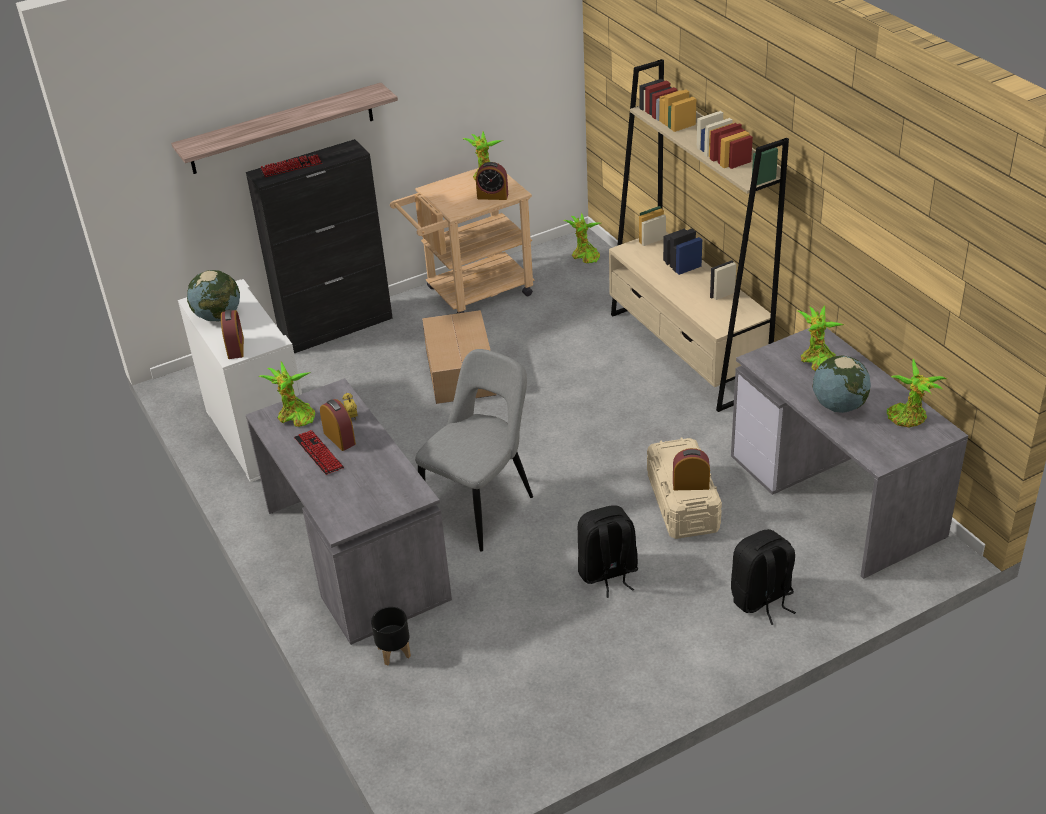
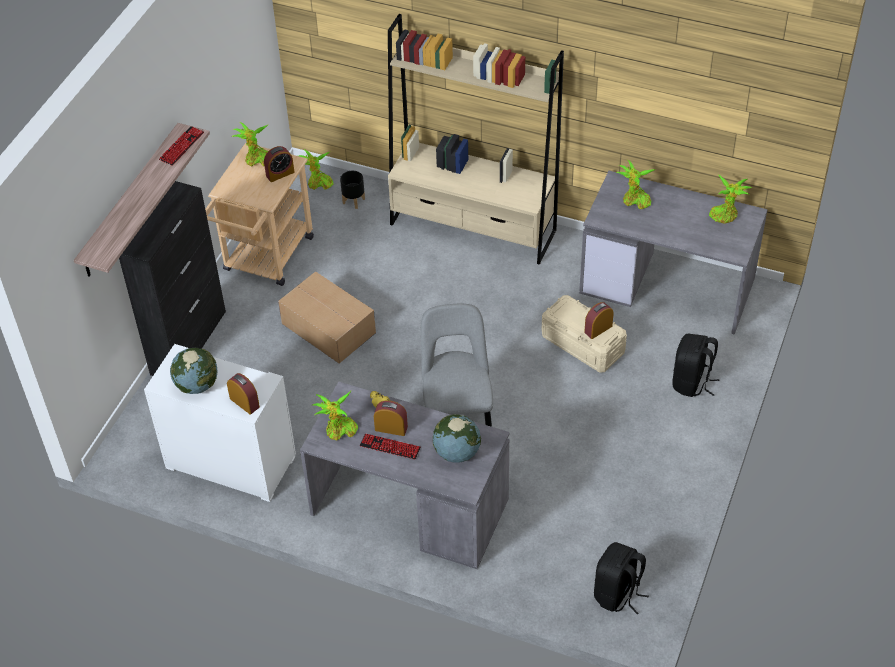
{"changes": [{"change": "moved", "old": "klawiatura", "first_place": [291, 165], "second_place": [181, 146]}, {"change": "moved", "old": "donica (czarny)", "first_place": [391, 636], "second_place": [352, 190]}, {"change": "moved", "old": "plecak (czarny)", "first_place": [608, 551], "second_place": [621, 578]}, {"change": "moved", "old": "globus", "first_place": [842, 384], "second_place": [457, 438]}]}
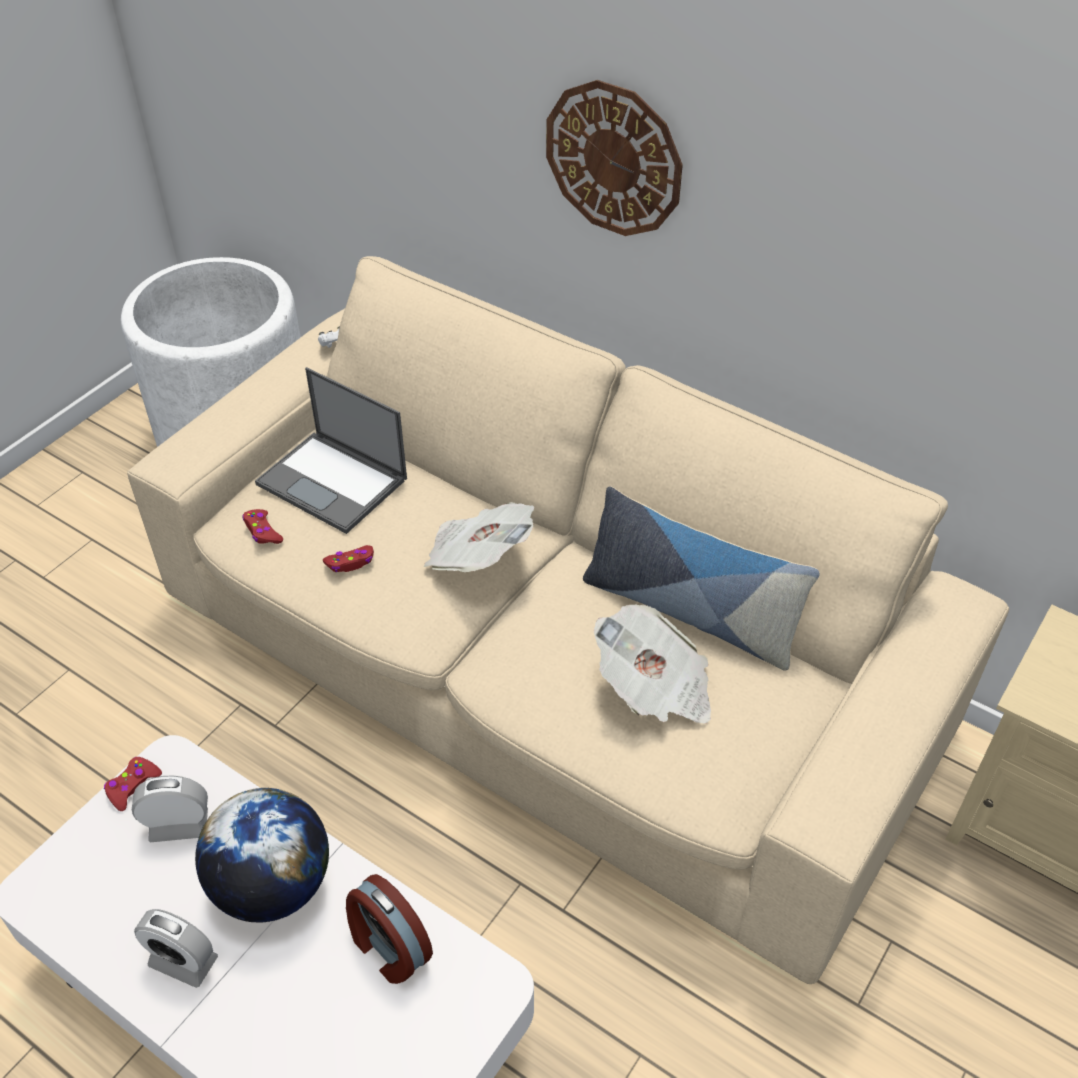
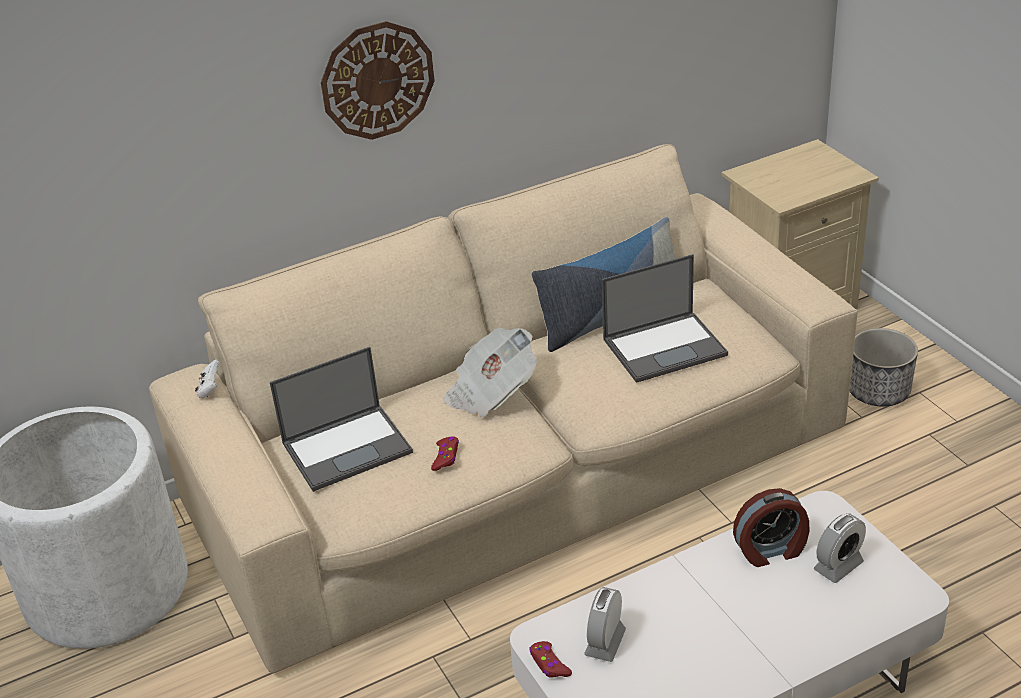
{"changes": [{"change": "removed", "old": "globus", "first_place": [262, 855]}, {"change": "removed", "old": "pad do gier (czerwony)", "first_place": [263, 526]}, {"change": "added", "new": "donica", "second_place": [883, 367]}, {"change": "moved", "old": "budzik", "first_place": [176, 948], "second_place": [840, 548]}, {"change": "replaced", "old": "gazeta", "new": "laptop", "first_place": [652, 664], "second_place": [665, 318]}]}
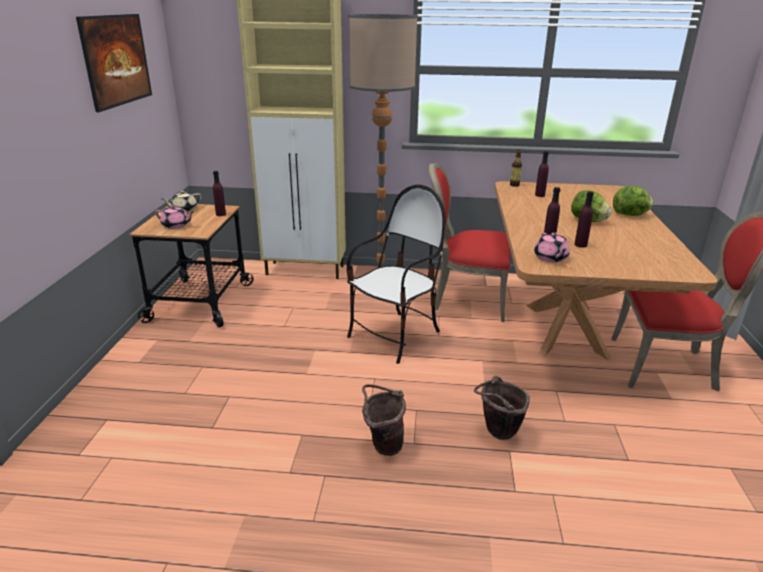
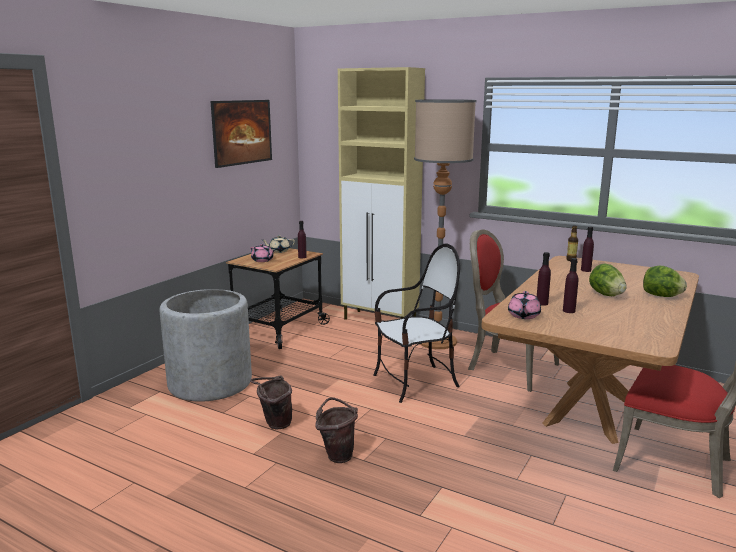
{"changes": [{"change": "added", "new": "donica (szary)", "second_place": [206, 345]}, {"change": "moved", "old": "wiadro (brązowy)", "first_place": [502, 408], "second_place": [271, 402]}]}
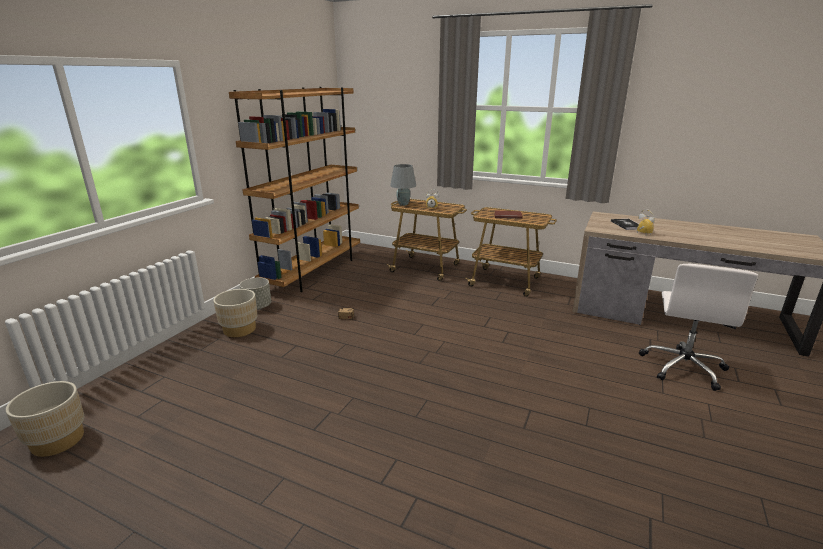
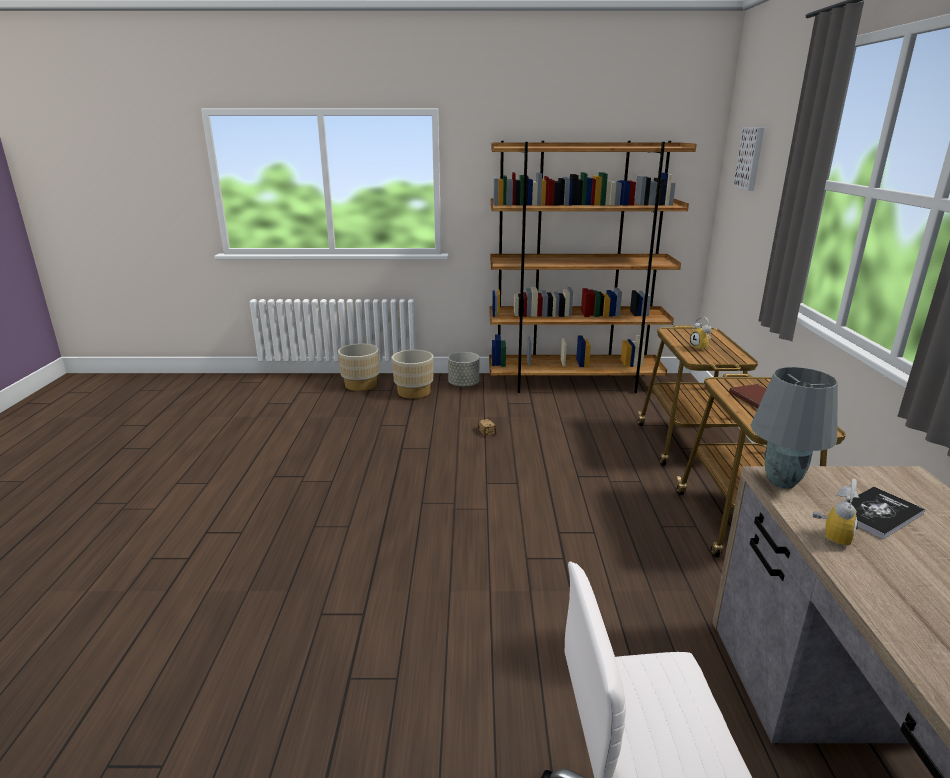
{"changes": [{"change": "added", "new": "obraz", "second_place": [749, 158]}, {"change": "moved", "old": "donica (beżowy)", "first_place": [45, 419], "second_place": [358, 367]}, {"change": "moved", "old": "lampa stołowa (szary)", "first_place": [403, 185], "second_place": [794, 428]}]}
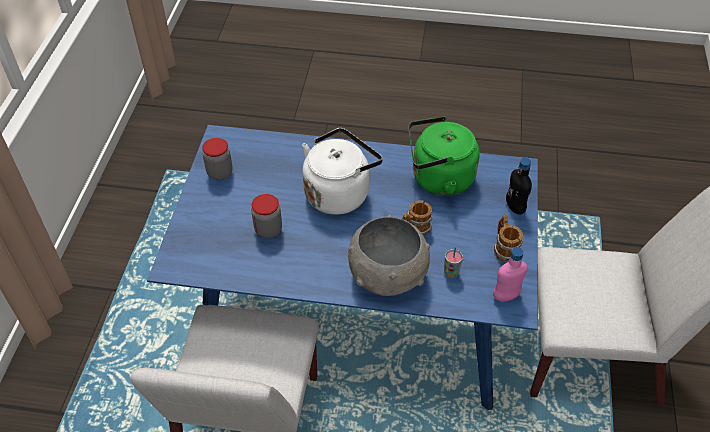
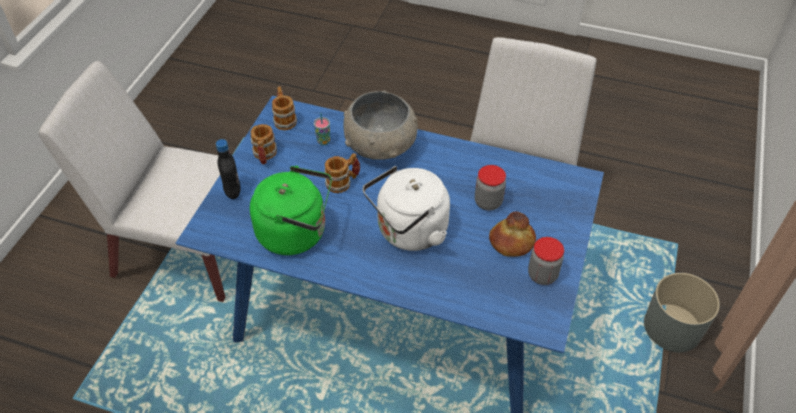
{"changes": [{"change": "added", "new": "chleb", "second_place": [512, 234]}, {"change": "added", "new": "donica (szary)", "second_place": [682, 312]}, {"change": "replaced", "old": "butelka (różowy)", "new": "kubek", "first_place": [510, 274], "second_place": [284, 108]}]}
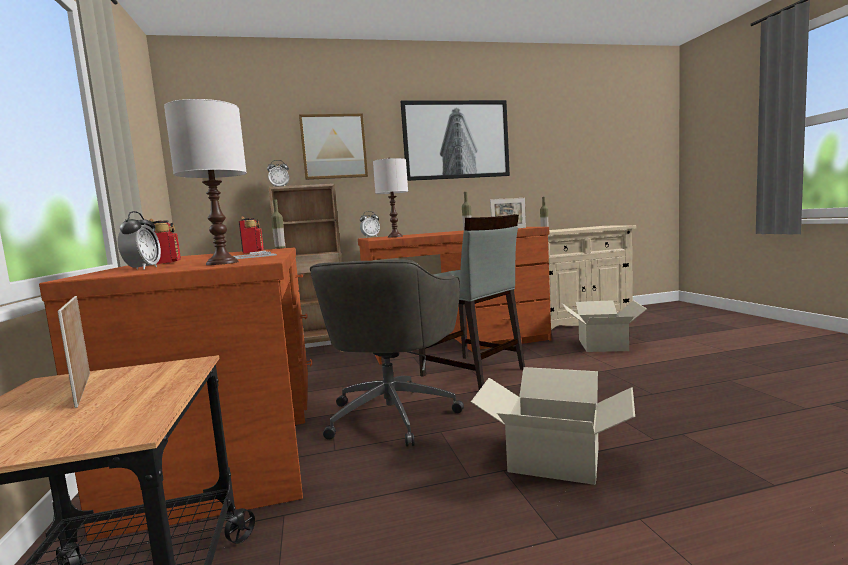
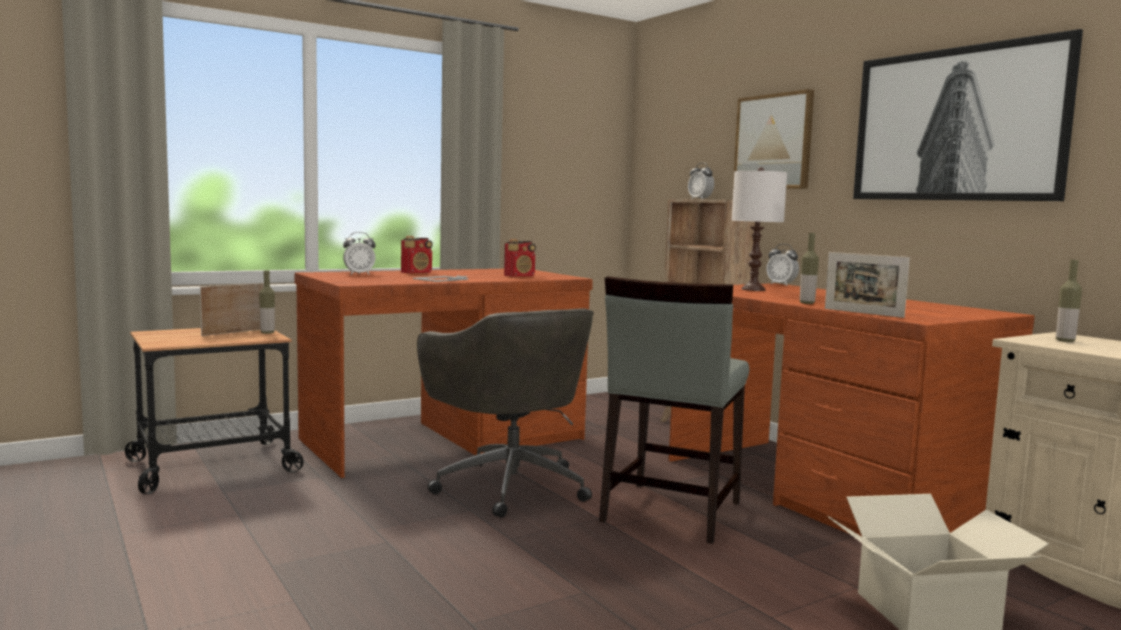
{"changes": [{"change": "removed", "old": "lampa stołowa (biały)", "first_place": [205, 182]}, {"change": "removed", "old": "karton", "first_place": [553, 426]}, {"change": "moved", "old": "butelka", "first_place": [278, 224], "second_place": [267, 302]}, {"change": "turned", "old": "krzesło biurowe (szary)", "first_place": [387, 353], "second_place": [505, 413], "degrees": -120}]}
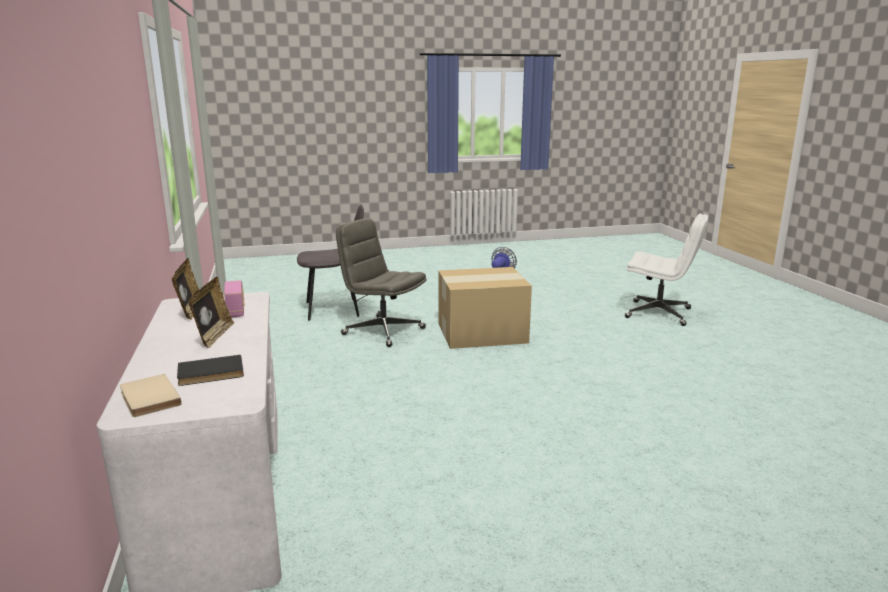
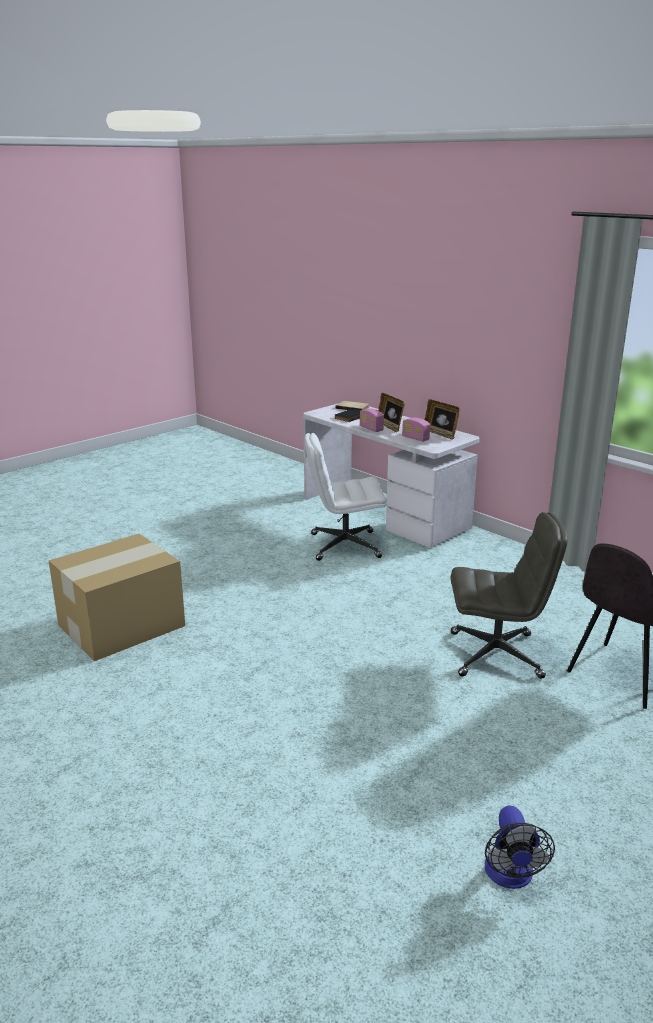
{"changes": [{"change": "added", "new": "radio", "second_place": [372, 420]}, {"change": "moved", "old": "karton", "first_place": [485, 308], "second_place": [117, 597]}, {"change": "moved", "old": "krzesło biurowe (biały)", "first_place": [666, 270], "second_place": [346, 497]}]}
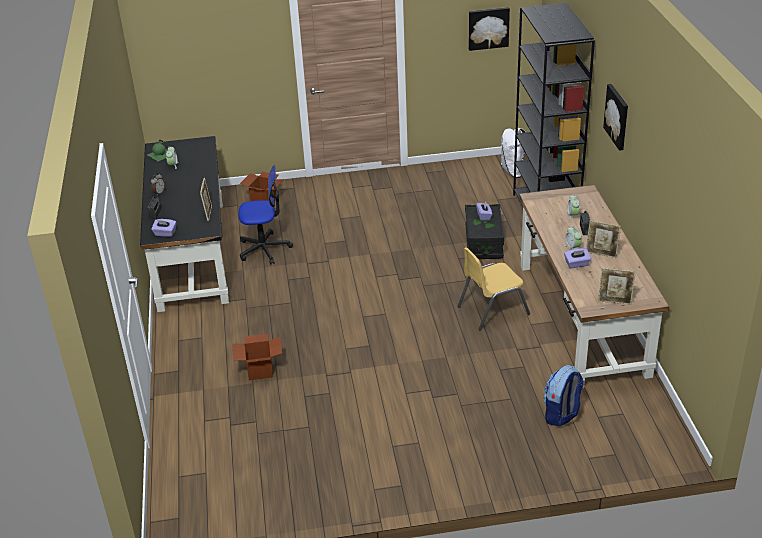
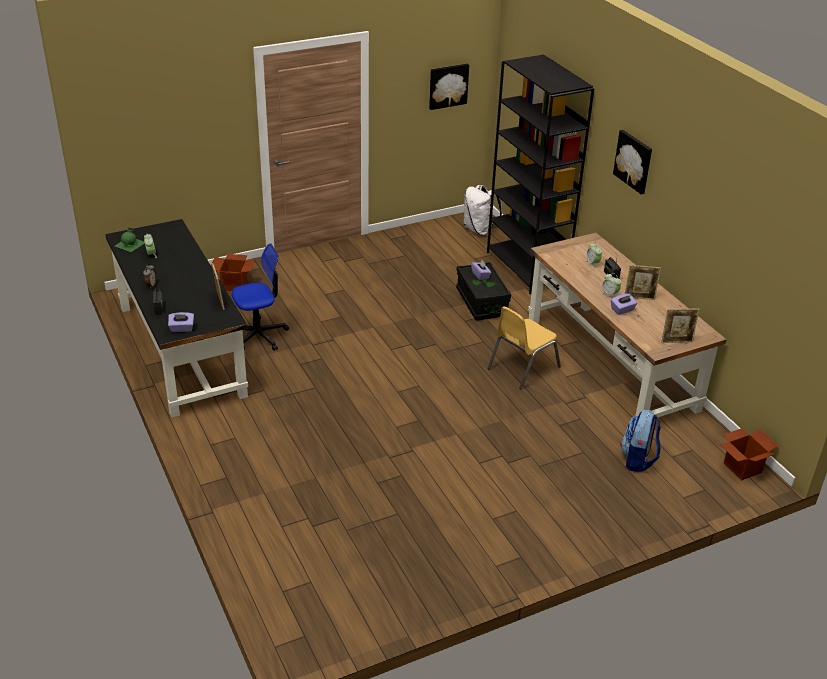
{"changes": [{"change": "moved", "old": "karton", "first_place": [257, 357], "second_place": [749, 454]}]}
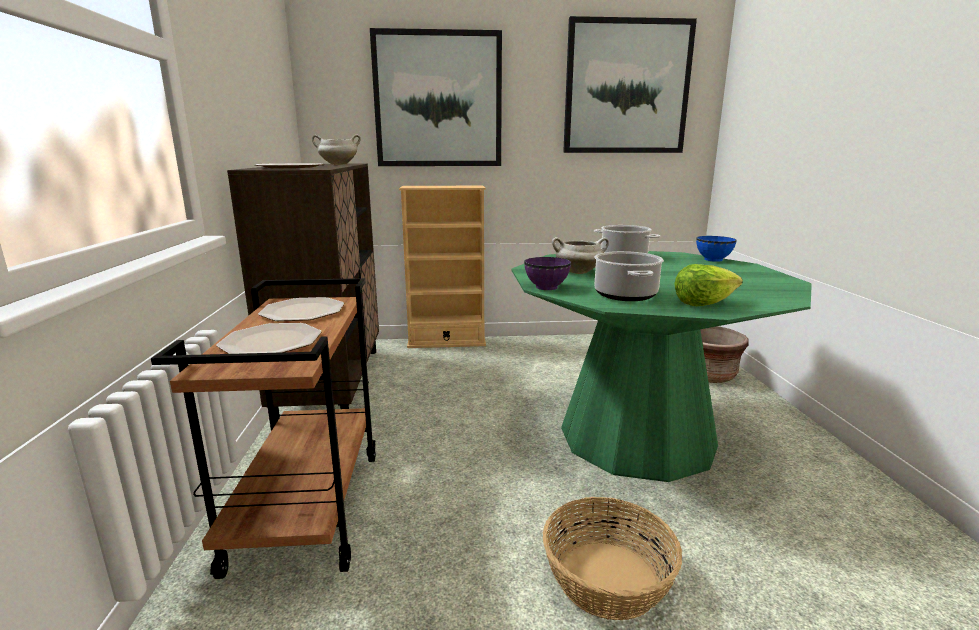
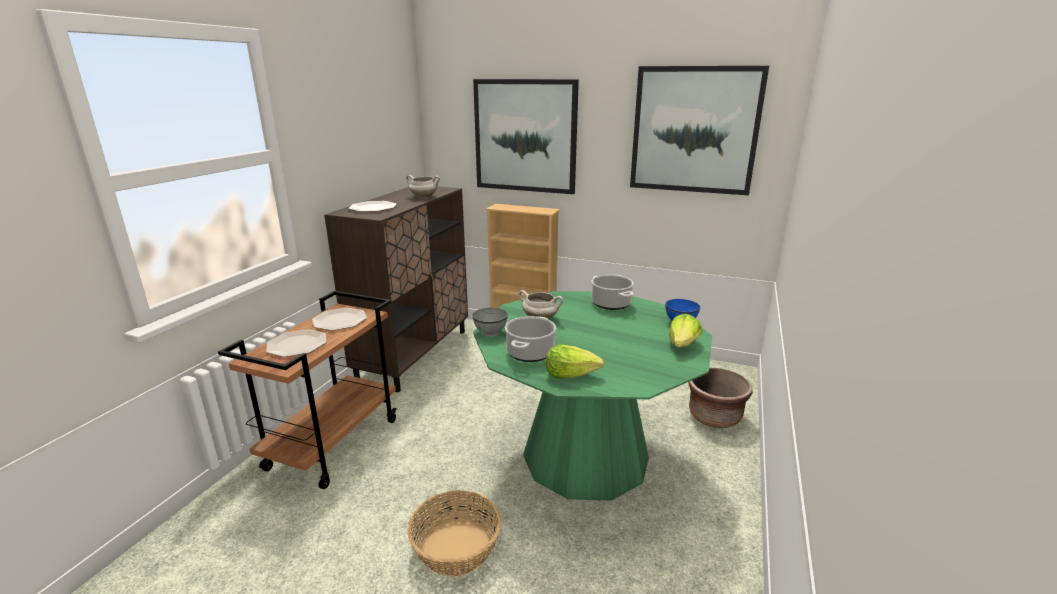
{"changes": [{"change": "added", "new": "sałata", "second_place": [685, 331]}, {"change": "recoloured", "old": "miska (fioletowy)", "new": "miska (szary)", "first_place": [547, 273], "second_place": [490, 322]}]}
